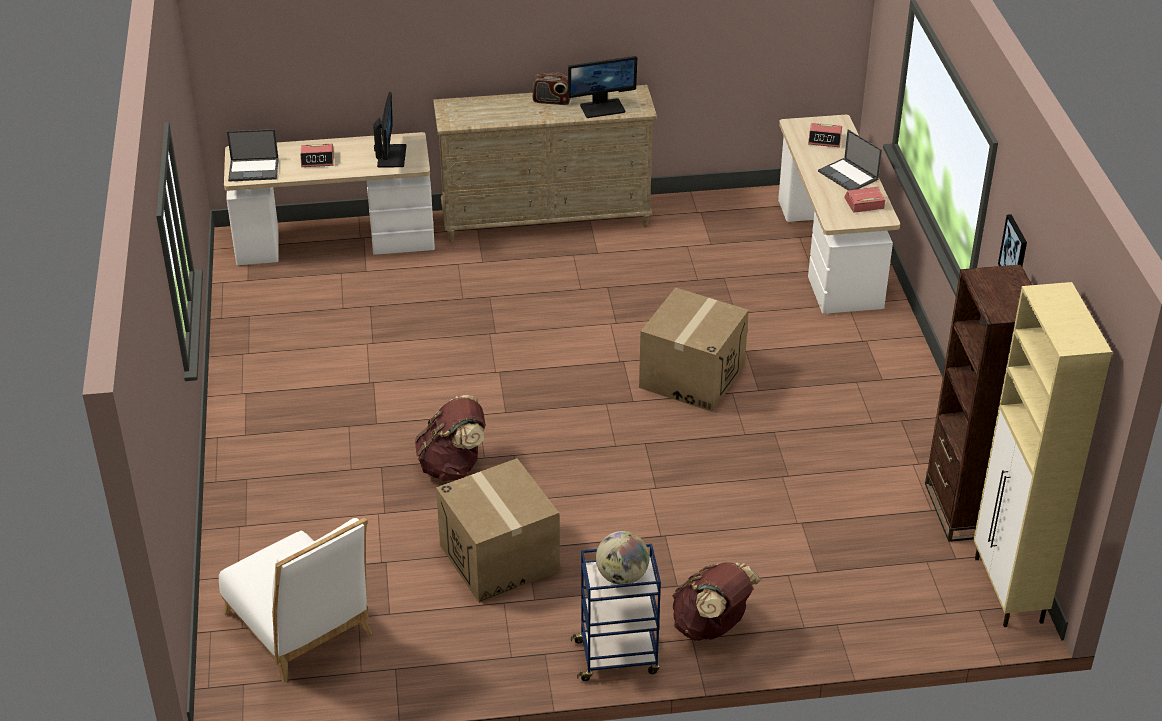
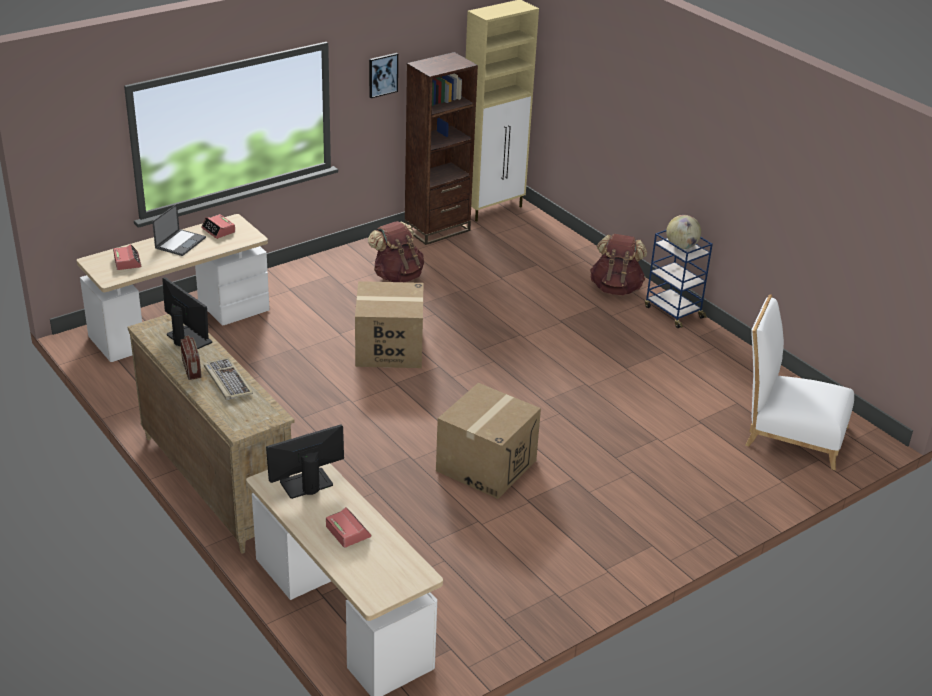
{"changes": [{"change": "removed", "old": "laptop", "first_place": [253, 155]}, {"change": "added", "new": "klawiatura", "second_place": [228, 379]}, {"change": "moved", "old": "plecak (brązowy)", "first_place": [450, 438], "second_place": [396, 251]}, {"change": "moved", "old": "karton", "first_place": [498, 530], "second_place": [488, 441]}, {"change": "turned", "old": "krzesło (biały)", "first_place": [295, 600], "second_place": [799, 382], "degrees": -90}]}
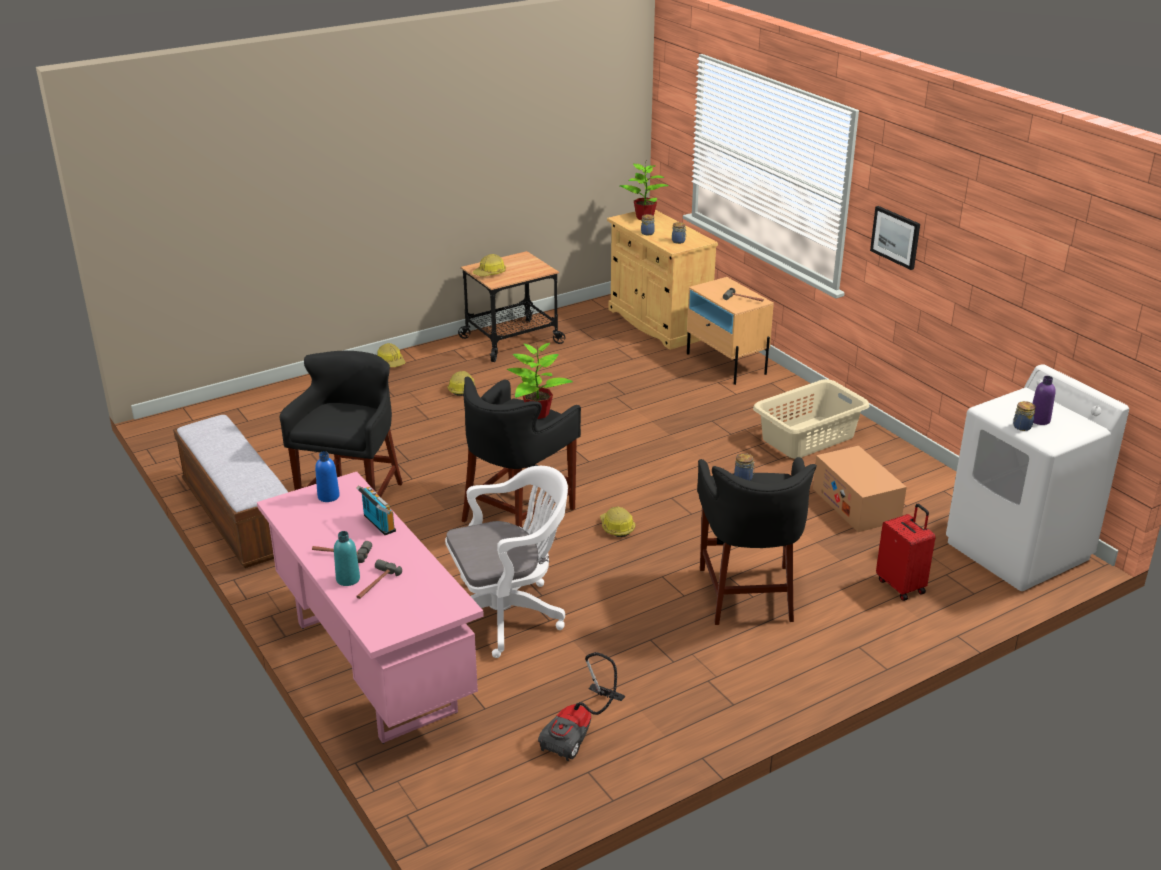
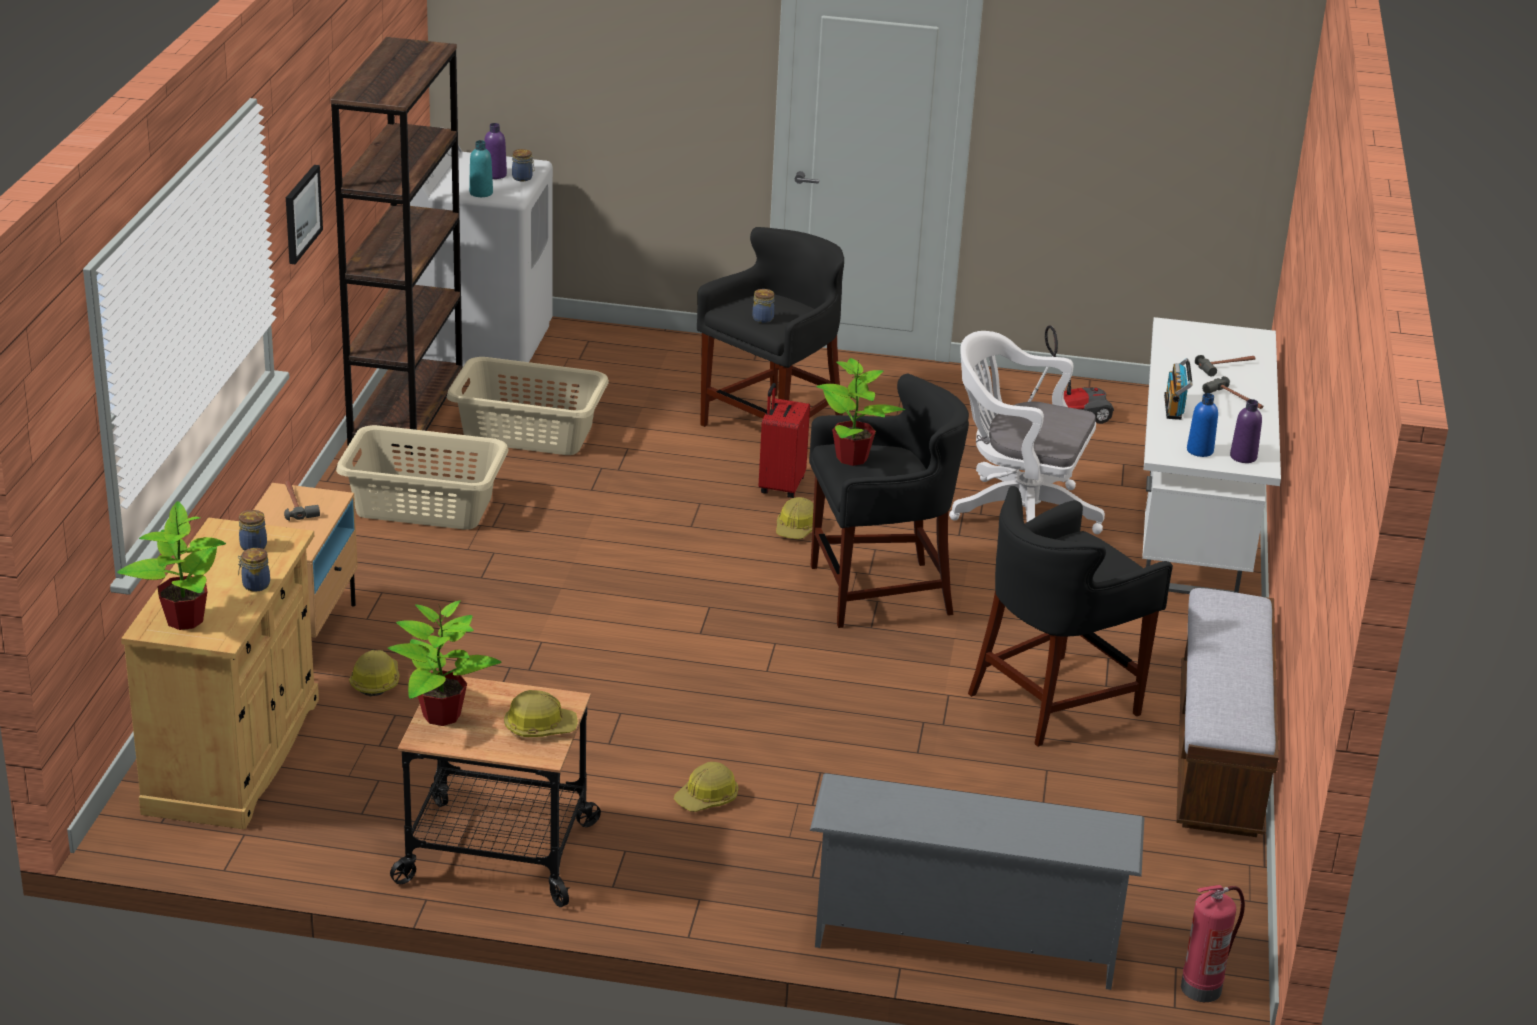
{"changes": [{"change": "added", "new": "regał (brązowy)", "second_place": [396, 246]}, {"change": "added", "new": "roślina doniczkowa", "second_place": [444, 663]}, {"change": "added", "new": "regał na buty (szary)", "second_place": [977, 881]}, {"change": "added", "new": "gaśnica", "second_place": [1213, 943]}, {"change": "added", "new": "butelka (fioletowy)", "second_place": [1246, 431]}, {"change": "moved", "old": "butelka (turkusowy)", "first_place": [347, 558], "second_place": [481, 168]}, {"change": "moved", "old": "kask", "first_place": [391, 355], "second_place": [374, 673]}, {"change": "moved", "old": "walizka (czerwony)", "first_place": [905, 552], "second_place": [784, 440]}, {"change": "replaced", "old": "karton", "new": "kosz na pranie (beżowy)", "first_place": [860, 489], "second_place": [528, 406]}, {"change": "recoloured", "old": "biurko (różowy)", "new": "biurko (biały)", "first_place": [370, 608], "second_place": [1211, 455]}]}
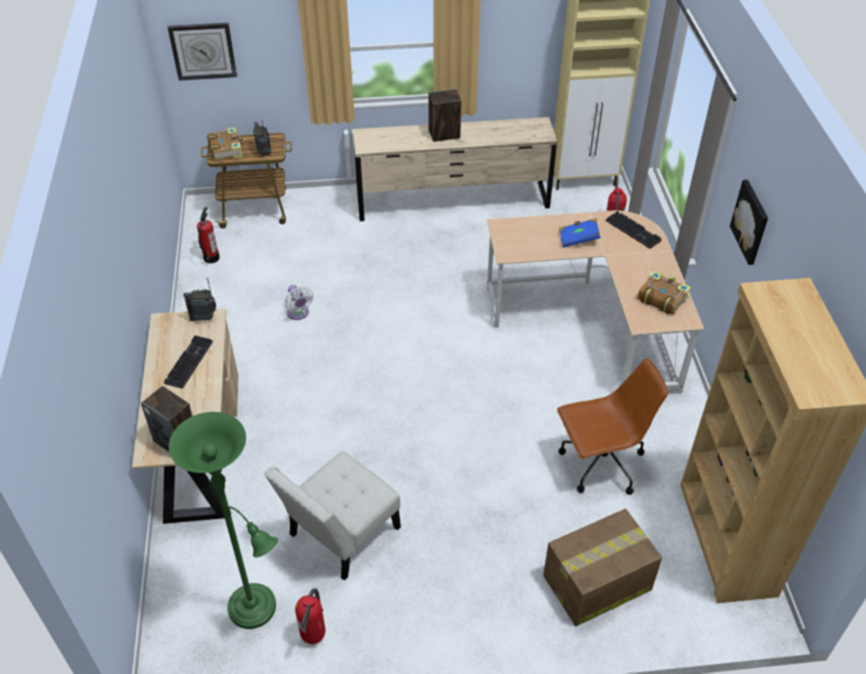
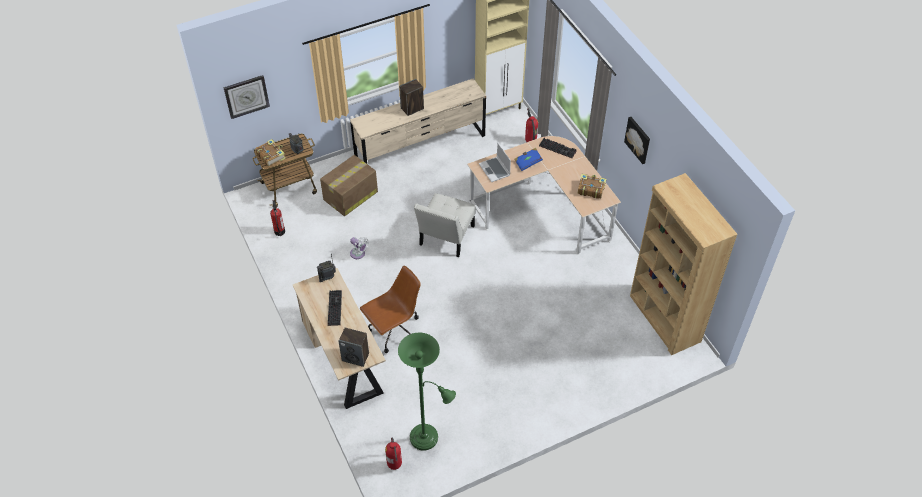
{"changes": [{"change": "added", "new": "laptop", "second_place": [495, 162]}, {"change": "moved", "old": "krzesło (biały)", "first_place": [332, 516], "second_place": [445, 225]}, {"change": "moved", "old": "gaśnica", "first_place": [310, 616], "second_place": [393, 453]}, {"change": "moved", "old": "karton", "first_place": [602, 567], "second_place": [349, 185]}, {"change": "moved", "old": "krzesło biurowe (brązowy)", "first_place": [612, 426], "second_place": [390, 309]}]}
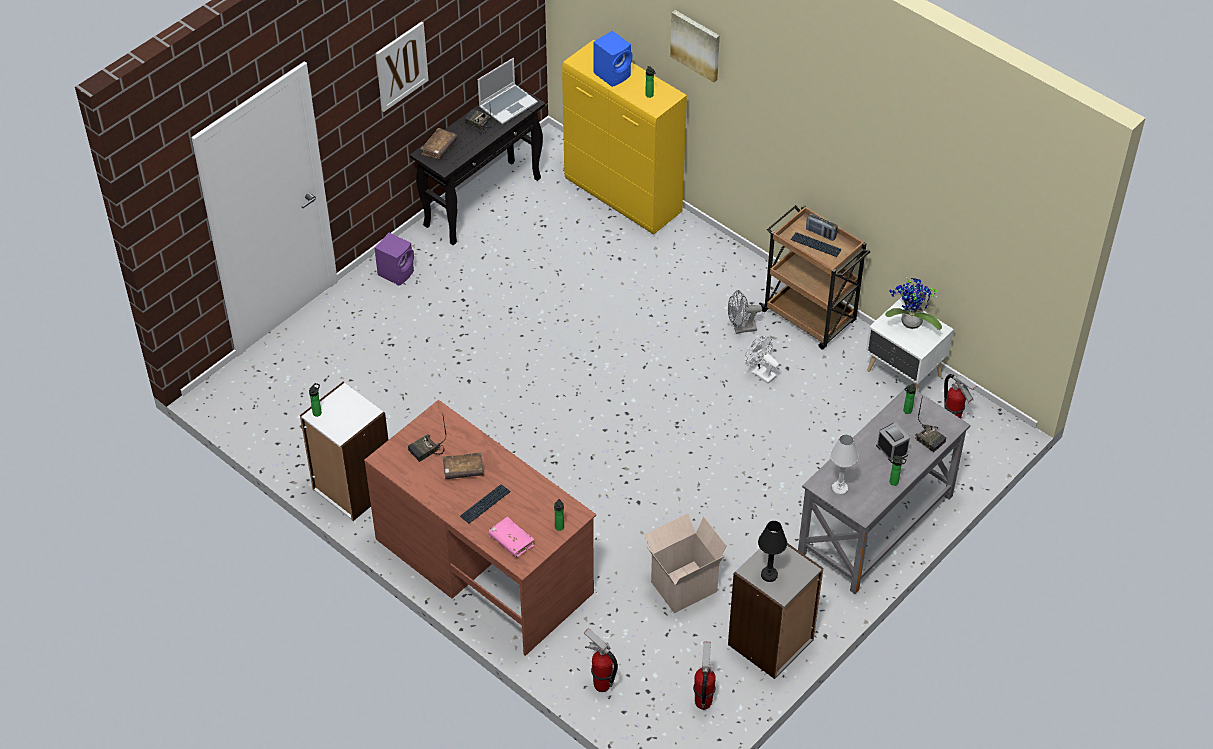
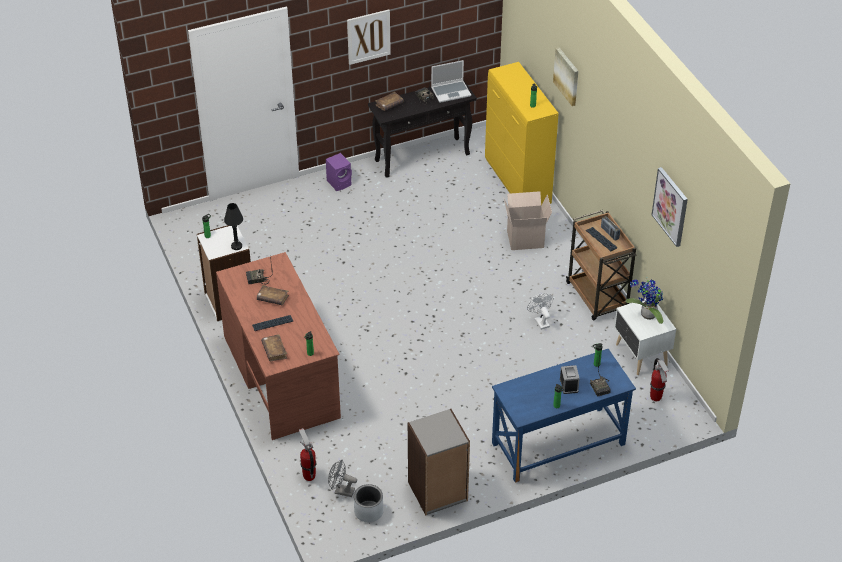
{"changes": [{"change": "removed", "old": "głośnik (niebieski)", "first_place": [612, 59]}, {"change": "removed", "old": "lampa stołowa (biały)", "first_place": [844, 465]}, {"change": "added", "new": "obraz", "second_place": [670, 207]}, {"change": "moved", "old": "karton", "first_place": [686, 563], "second_place": [528, 220]}, {"change": "moved", "old": "wentylator (szary)", "first_place": [745, 312], "second_place": [342, 478]}, {"change": "moved", "old": "lampa stołowa (czarny)", "first_place": [772, 551], "second_place": [233, 226]}, {"change": "replaced", "old": "gaśnica", "new": "donica (szary)", "first_place": [704, 675], "second_place": [369, 503]}, {"change": "recoloured", "old": "książka (różowy)", "new": "książka (brązowy)", "first_place": [511, 537], "second_place": [274, 348]}, {"change": "recoloured", "old": "biurko (szary)", "new": "biurko (niebieski)", "first_place": [884, 491], "second_place": [564, 416]}]}
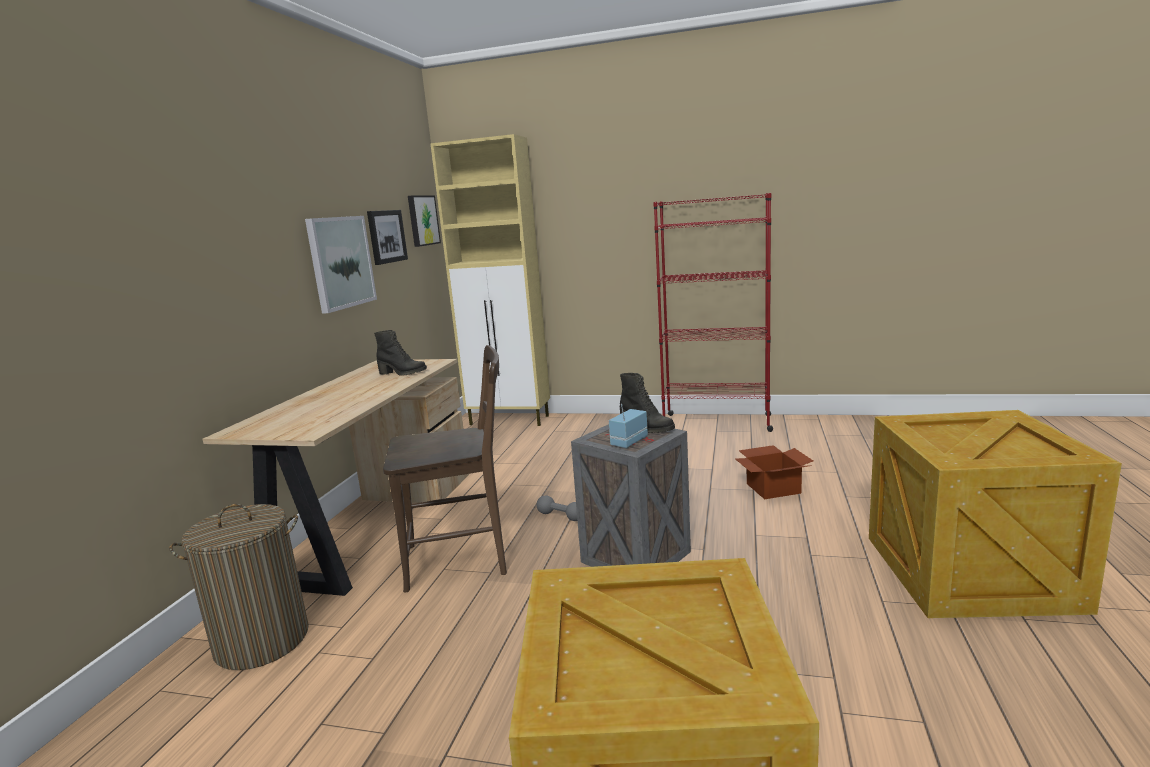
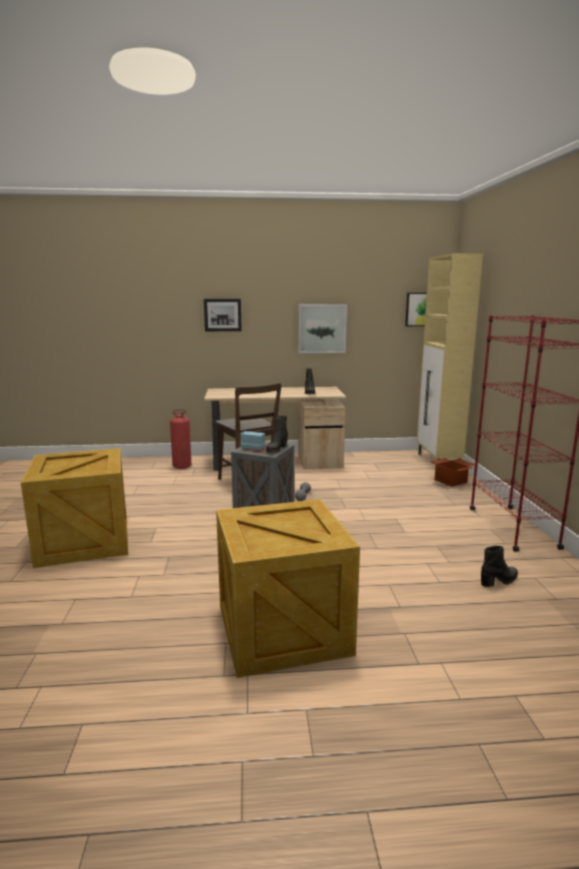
{"changes": [{"change": "added", "new": "but z cholewką (czarny)", "second_place": [499, 566]}, {"change": "moved", "old": "obraz", "first_place": [387, 237], "second_place": [223, 315]}, {"change": "moved", "old": "karton", "first_place": [774, 472], "second_place": [452, 472]}, {"change": "replaced", "old": "kosz na pranie", "new": "gaśnica", "first_place": [239, 587], "second_place": [180, 439]}]}
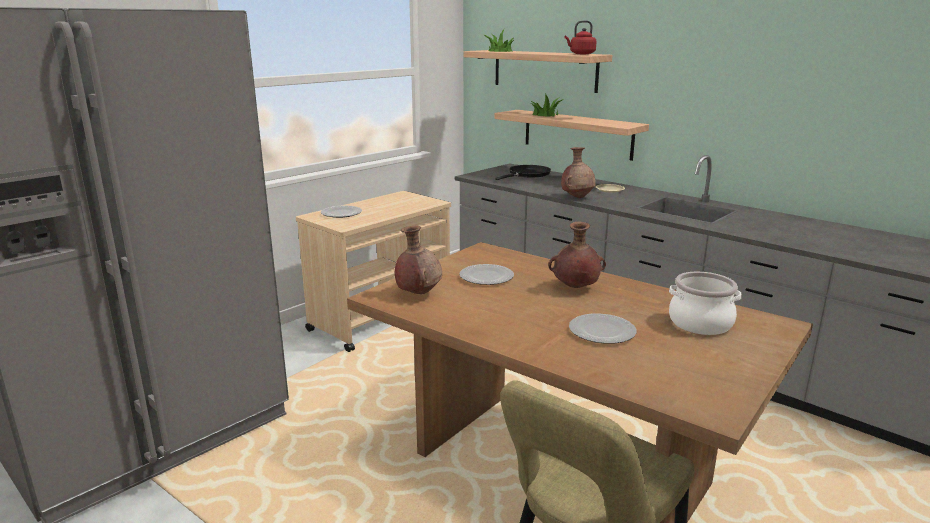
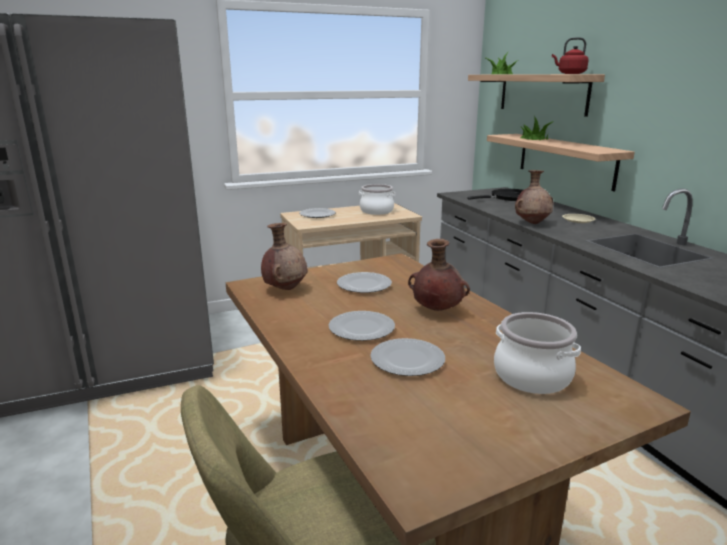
{"changes": [{"change": "added", "new": "talerz", "second_place": [362, 326]}, {"change": "added", "new": "garnek", "second_place": [377, 199]}]}
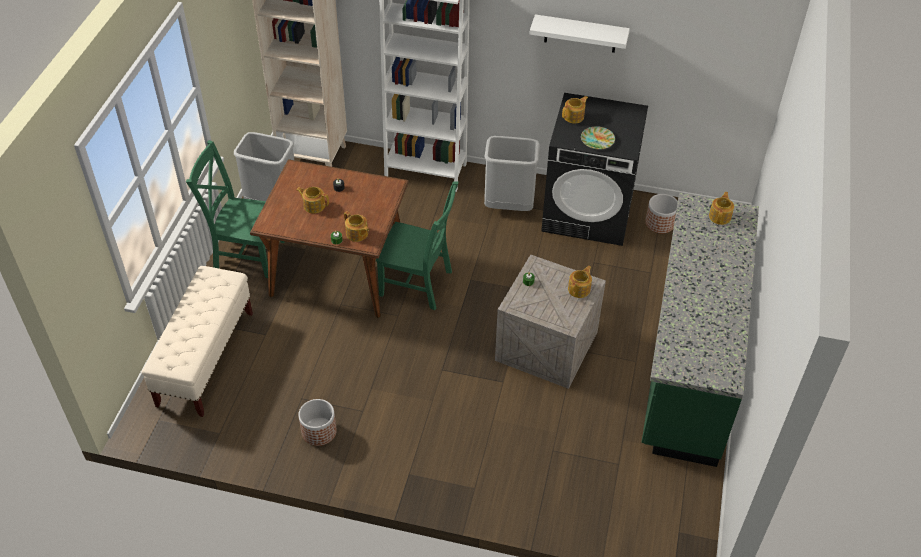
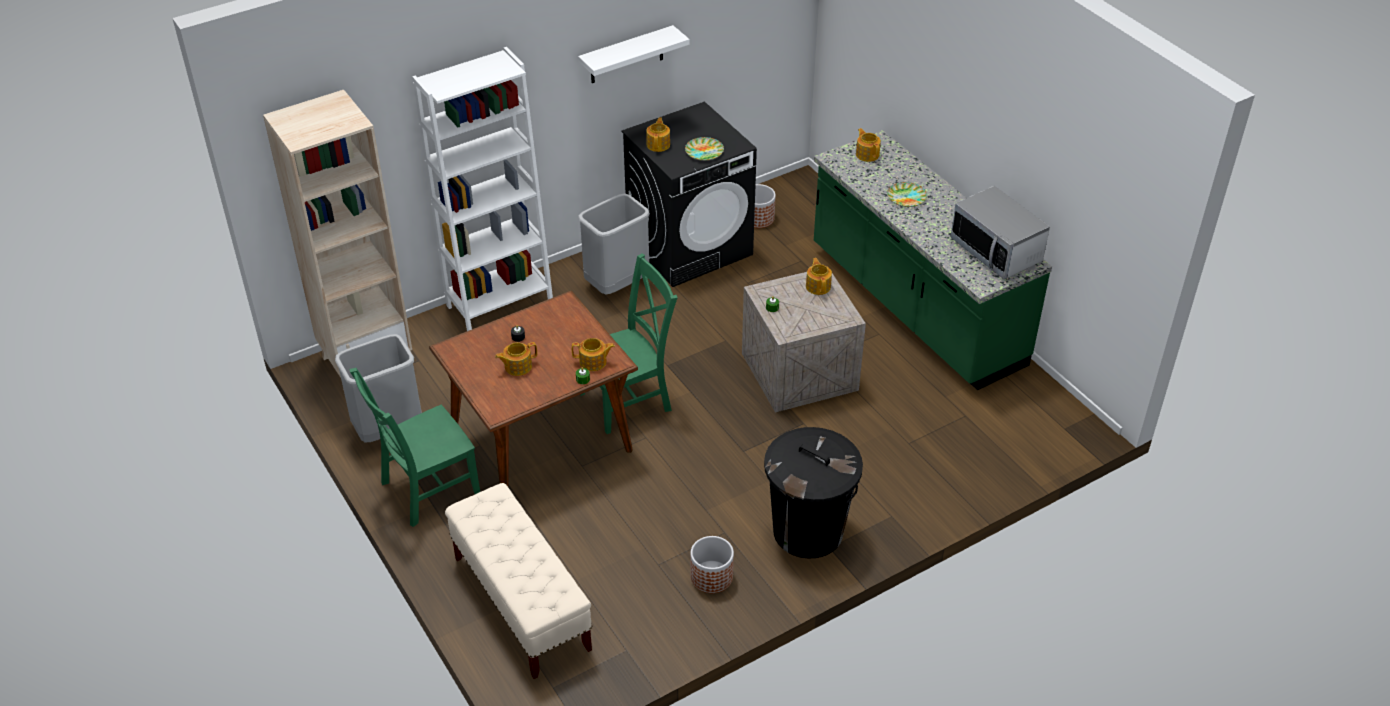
{"changes": [{"change": "added", "new": "kosz na śmieci (czarny)", "second_place": [813, 492]}, {"change": "added", "new": "talerz", "second_place": [907, 194]}, {"change": "added", "new": "mikrofalówka", "second_place": [1000, 232]}]}
